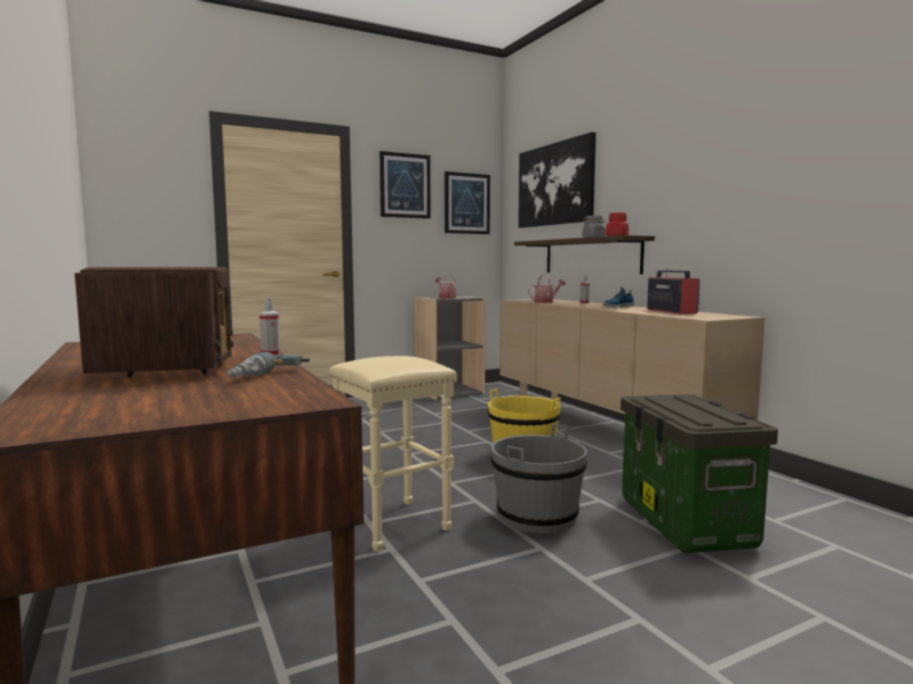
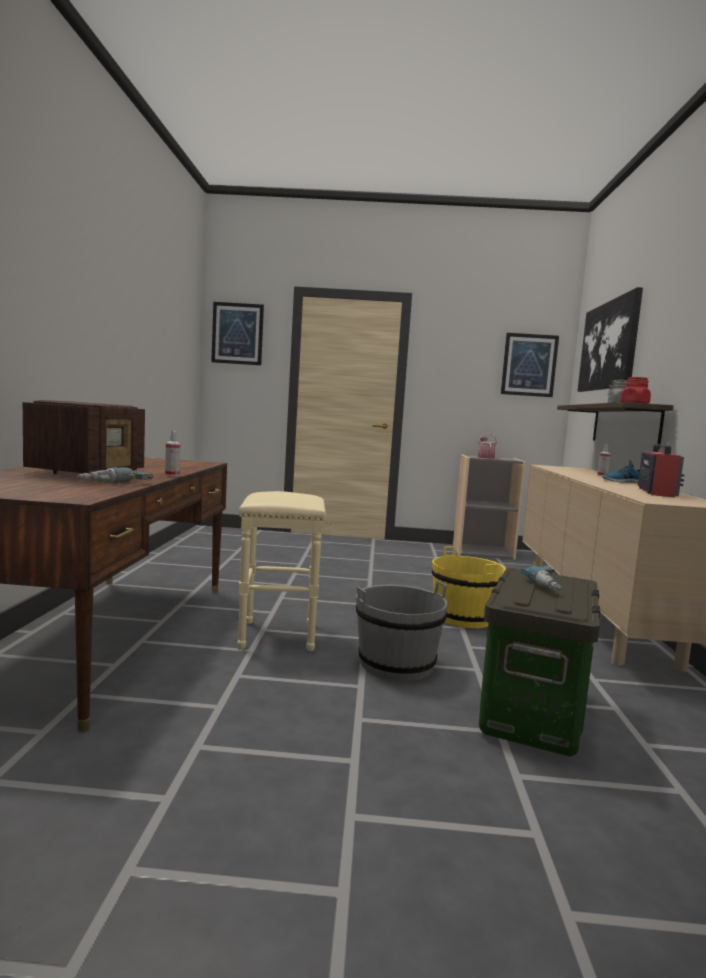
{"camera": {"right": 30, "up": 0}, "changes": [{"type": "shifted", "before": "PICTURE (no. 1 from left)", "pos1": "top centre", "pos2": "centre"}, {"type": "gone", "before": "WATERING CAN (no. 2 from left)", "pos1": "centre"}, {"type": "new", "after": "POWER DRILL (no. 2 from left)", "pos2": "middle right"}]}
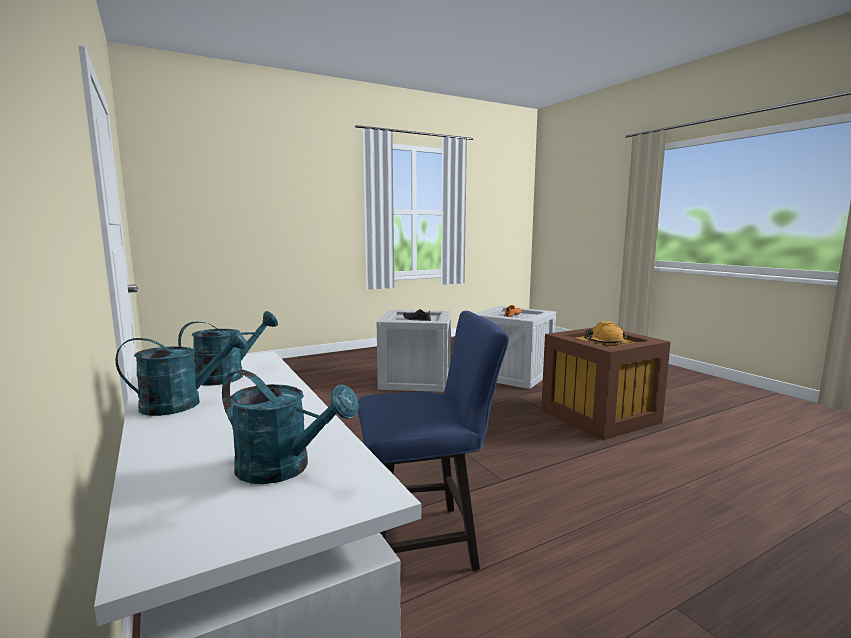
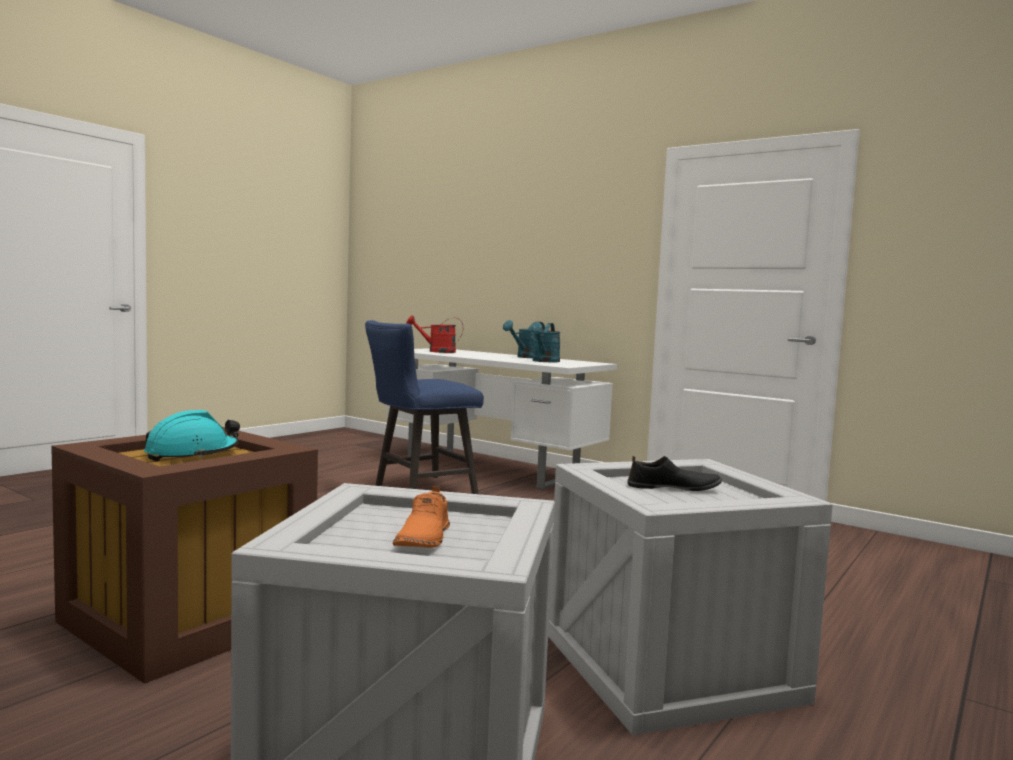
{"camera": {"right": 155, "up": -5}, "changes": [{"type": "repainted", "before": "TURQUOISE WATERING CAN (no. 3 from left)", "after": "RED WATERING CAN", "pos1": "bottom centre", "pos2": "centre"}, {"type": "repainted", "before": "ORANGE HARD HAT", "after": "TURQUOISE HARD HAT", "pos1": "middle right", "pos2": "middle left"}]}
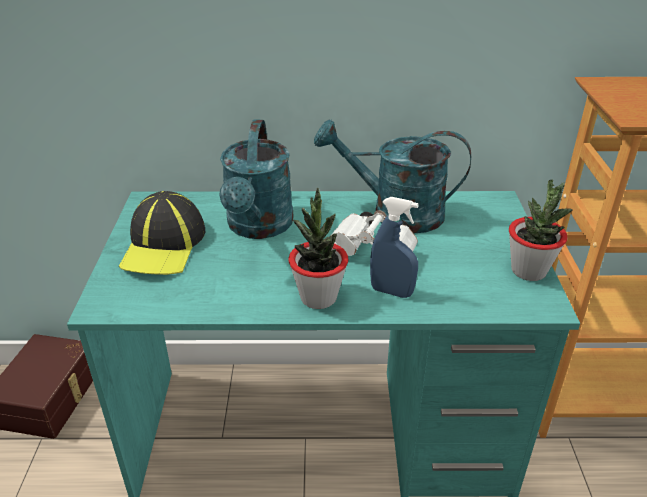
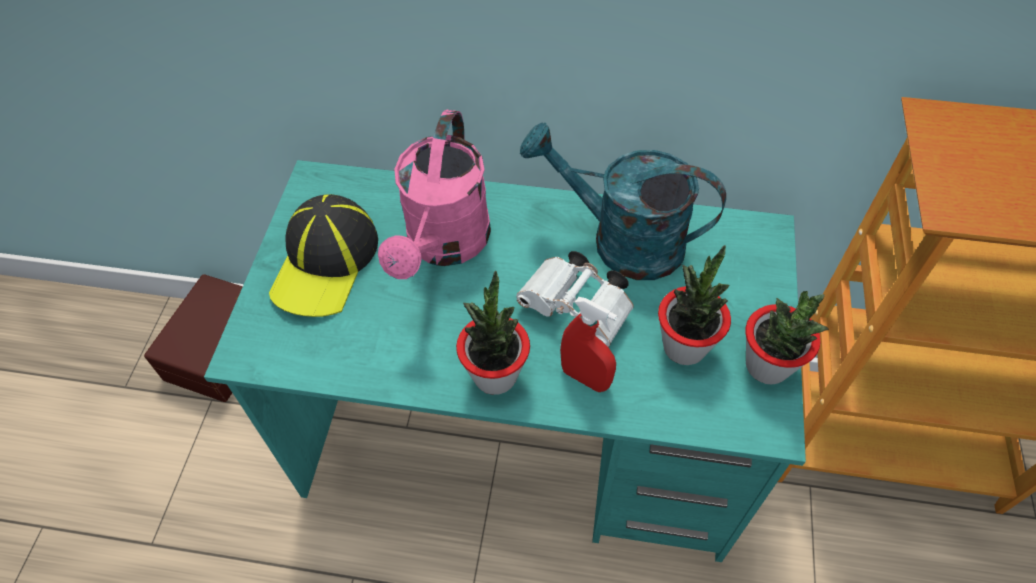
{"camera": {"right": 10, "up": 20}, "changes": [{"type": "repainted", "before": "TURQUOISE WATERING CAN (no. 1 from left)", "after": "PINK WATERING CAN", "pos1": "centre", "pos2": "top centre"}, {"type": "repainted", "before": "BLUE SPRAY BOTTLE", "after": "RED SPRAY BOTTLE", "pos1": "centre", "pos2": "centre"}, {"type": "new", "after": "POTTED PLANT (no. 2 from left)", "pos2": "middle right"}]}
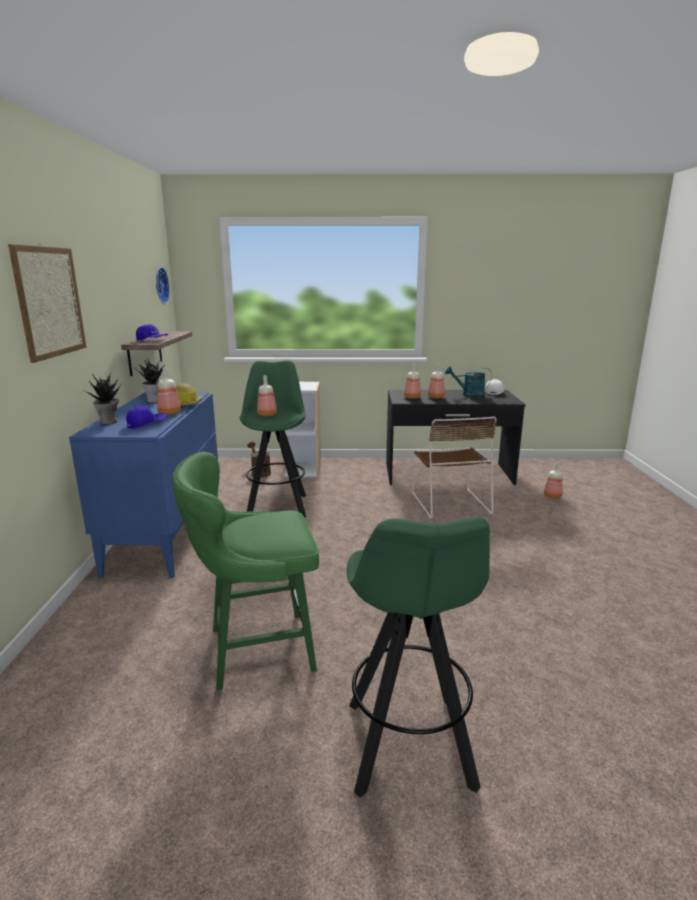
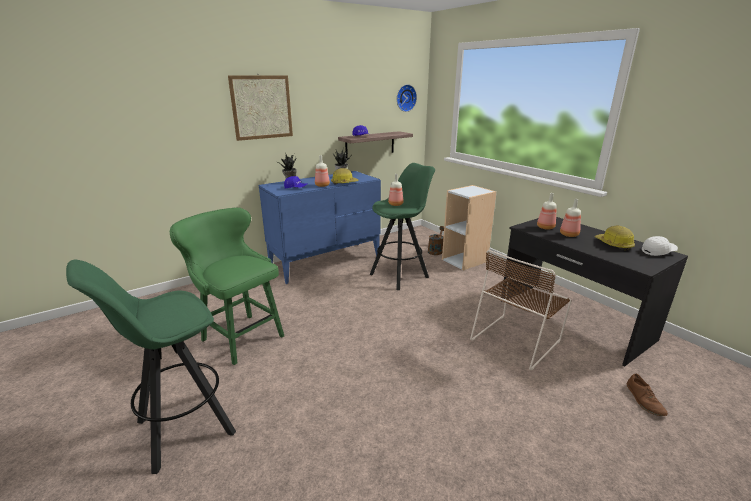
{"camera": {"right": 55, "up": 5}, "changes": [{"type": "swapped", "before": "TURQUOISE WATERING CAN", "after": "HARD HAT (no. 2 from left)", "pos1": "middle right", "pos2": "middle right"}, {"type": "swapped", "before": "BOTTLE (no. 5 from left)", "after": "BROWN SHOE", "pos1": "middle right", "pos2": "bottom right"}]}
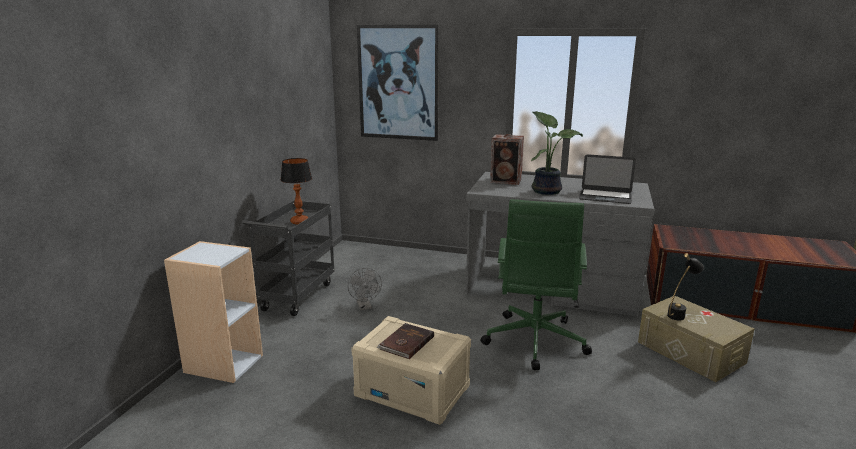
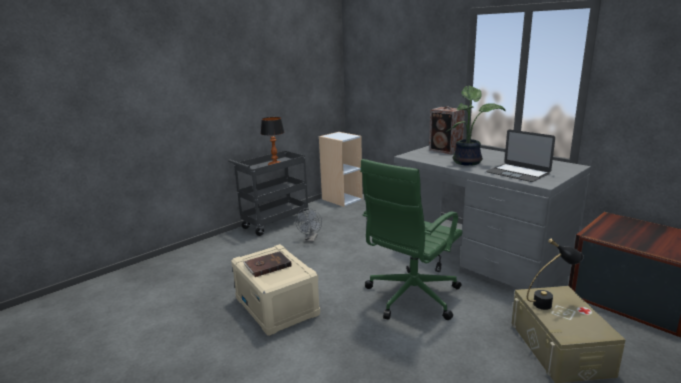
{"camera": {"right": 30, "up": 0}, "changes": [{"type": "shifted", "before": "BOOKCASE", "pos1": "bottom left", "pos2": "centre"}, {"type": "gone", "before": "PICTURE", "pos1": "top centre"}]}
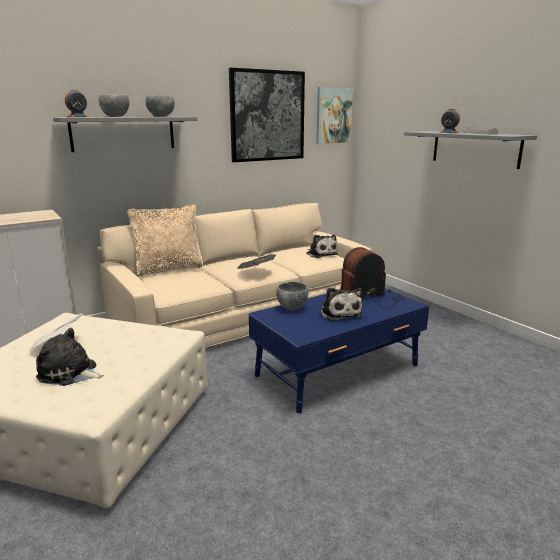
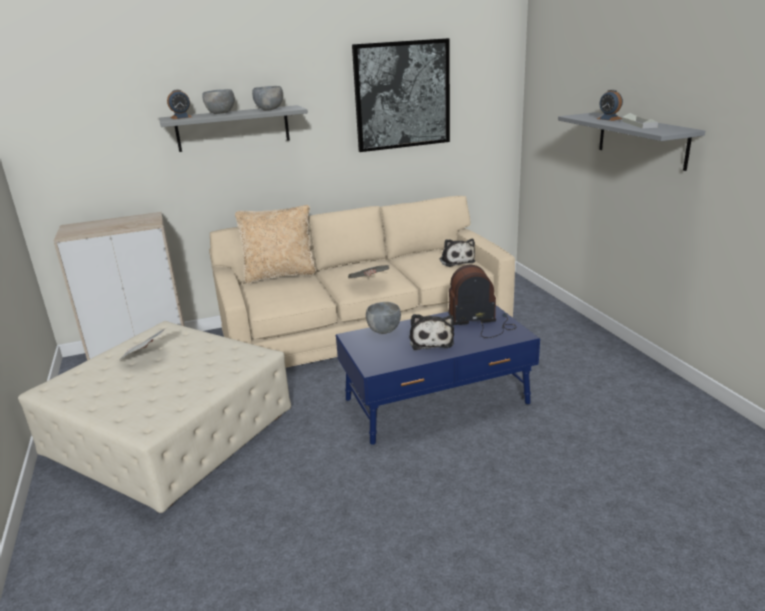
{"camera": {"right": 15, "up": 5}, "changes": [{"type": "gone", "before": "PLUSH TOY (no. 1 from left)", "pos1": "middle left"}, {"type": "gone", "before": "PICTURE (no. 2 from left)", "pos1": "top centre"}]}
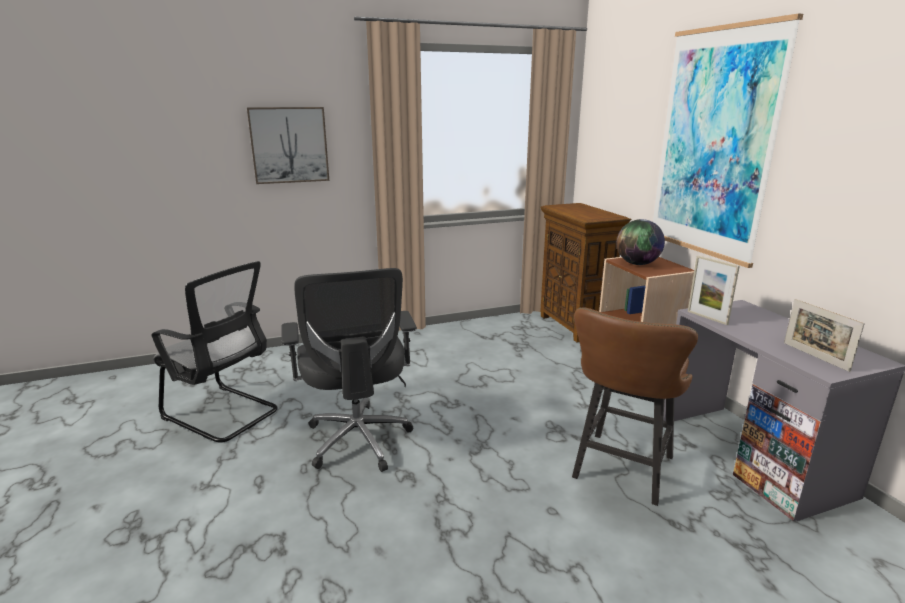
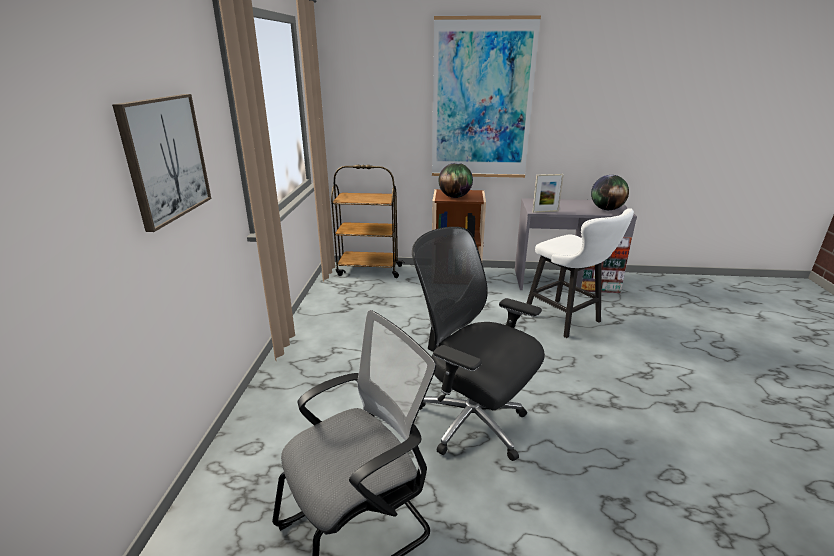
{"camera": {"right": -65, "up": 5}, "changes": [{"type": "rotated", "before": "OFFICE CHAIR", "pos1": "centre", "pos2": "centre", "turn": -150}, {"type": "swapped", "before": "BROWN CABINET", "after": "BROWN CART", "pos1": "centre", "pos2": "centre"}, {"type": "repainted", "before": "BROWN STOOL", "after": "WHITE STOOL", "pos1": "bottom right", "pos2": "middle right"}, {"type": "swapped", "before": "PICTURE FRAME (no. 2 from left)", "after": "GLOBE (no. 2 from left)", "pos1": "middle right", "pos2": "middle right"}]}
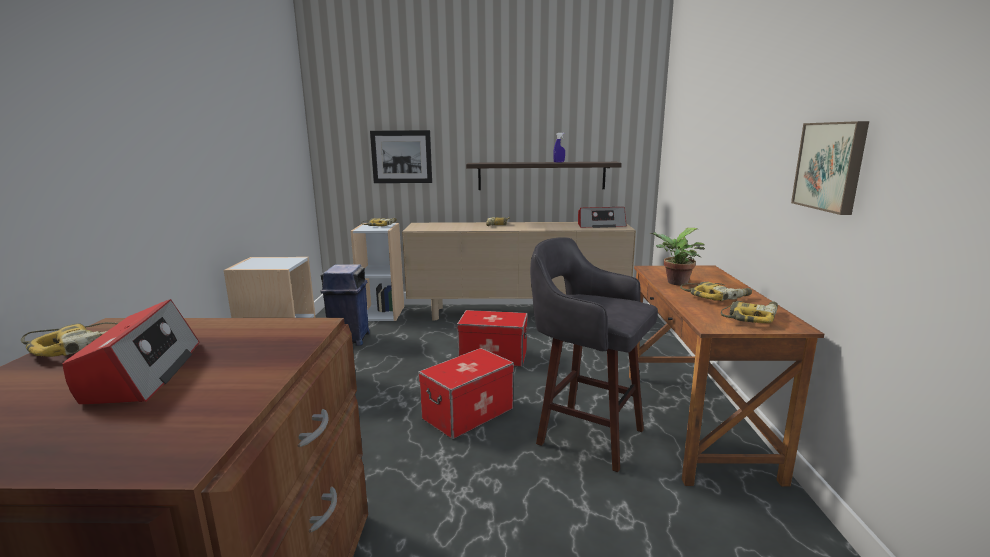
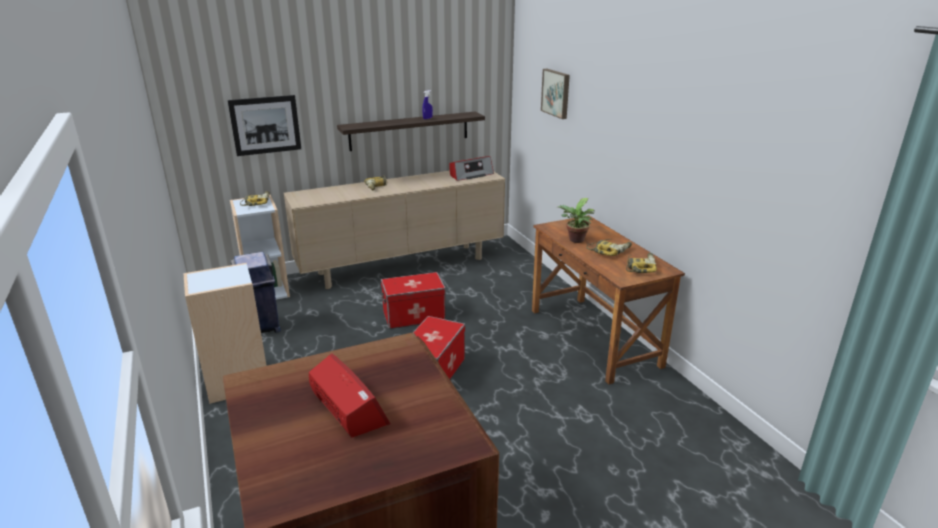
{"camera": {"right": -25, "up": 10}, "changes": [{"type": "gone", "before": "POWER DRILL (no. 1 from left)", "pos1": "middle left"}, {"type": "gone", "before": "GREY STOOL", "pos1": "centre"}, {"type": "shifted", "before": "PICTURE (no. 2 from left)", "pos1": "top right", "pos2": "top centre"}]}
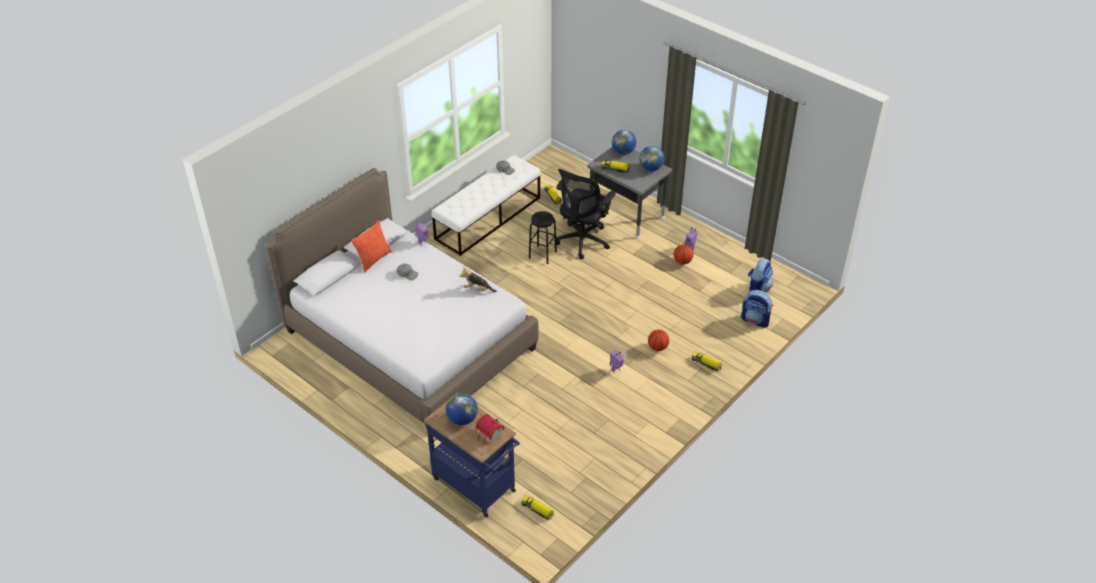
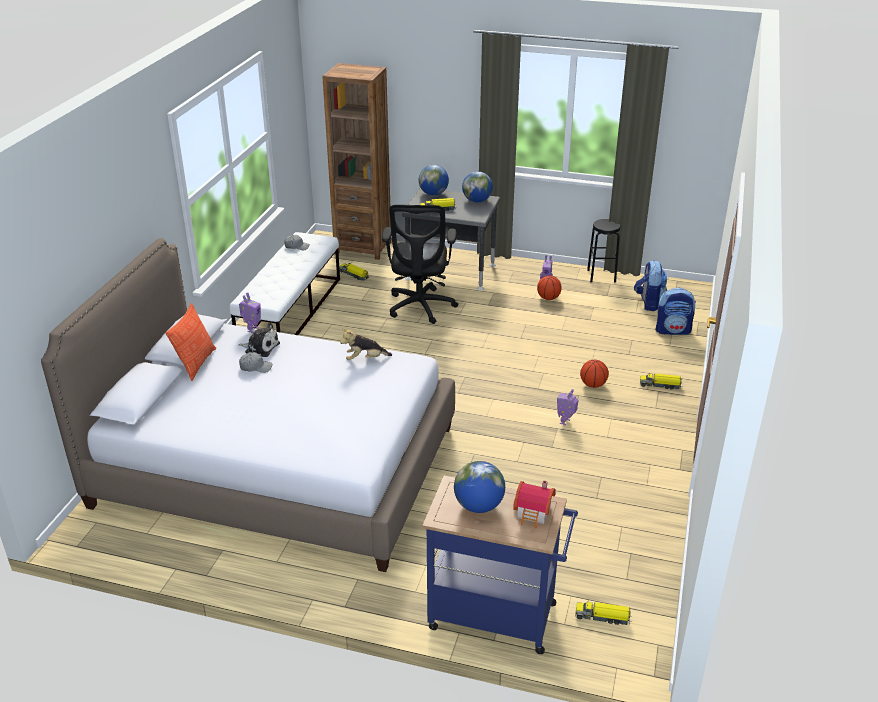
{"camera": {"right": -25, "up": -10}, "changes": [{"type": "shifted", "before": "BLACK STOOL", "pos1": "centre", "pos2": "middle right"}, {"type": "new", "after": "PLUSH TOY (no. 1 from left)", "pos2": "middle left"}, {"type": "new", "after": "BROWN BOOKCASE", "pos2": "top centre"}]}
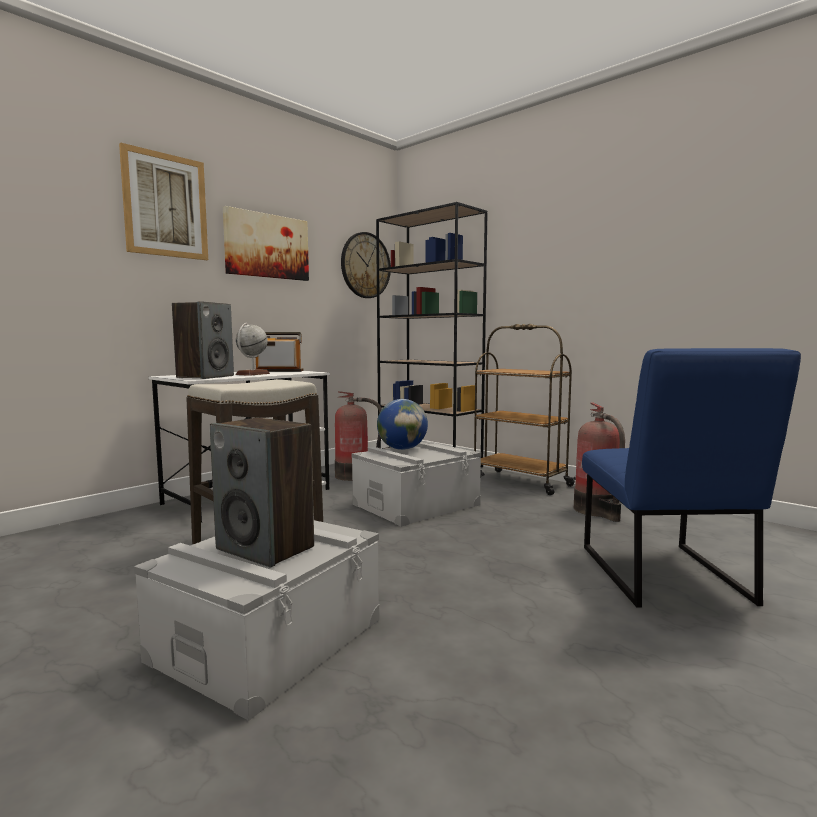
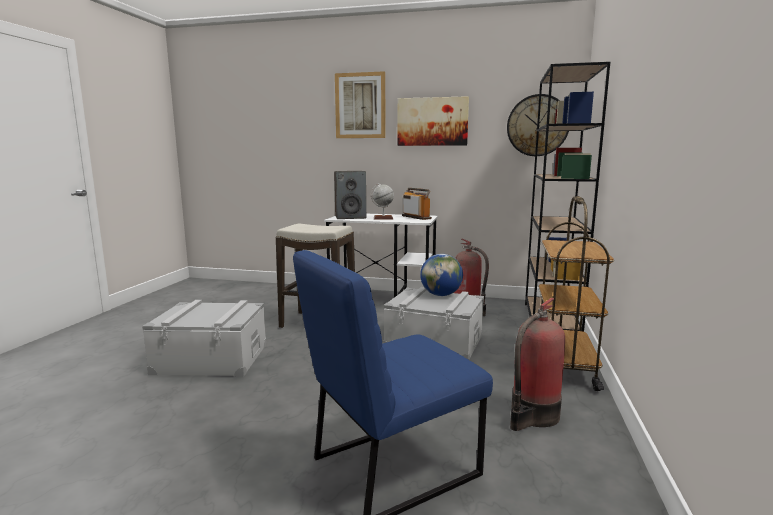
{"camera": {"right": 60, "up": 5}, "changes": [{"type": "gone", "before": "SPEAKER (no. 2 from left)", "pos1": "middle left"}]}
